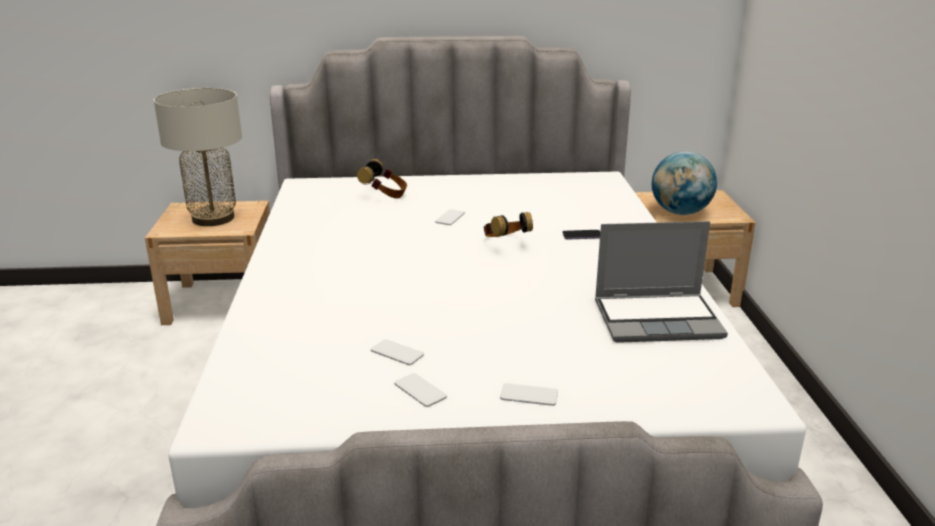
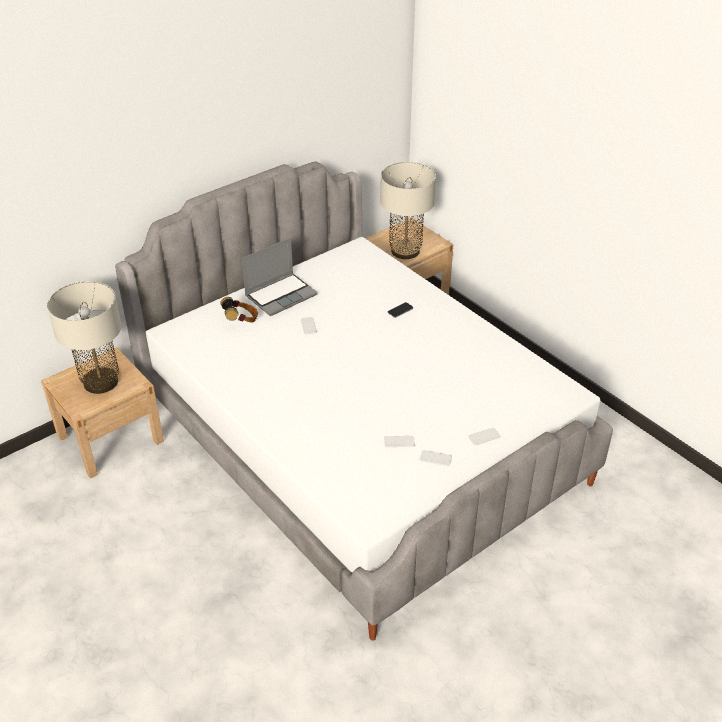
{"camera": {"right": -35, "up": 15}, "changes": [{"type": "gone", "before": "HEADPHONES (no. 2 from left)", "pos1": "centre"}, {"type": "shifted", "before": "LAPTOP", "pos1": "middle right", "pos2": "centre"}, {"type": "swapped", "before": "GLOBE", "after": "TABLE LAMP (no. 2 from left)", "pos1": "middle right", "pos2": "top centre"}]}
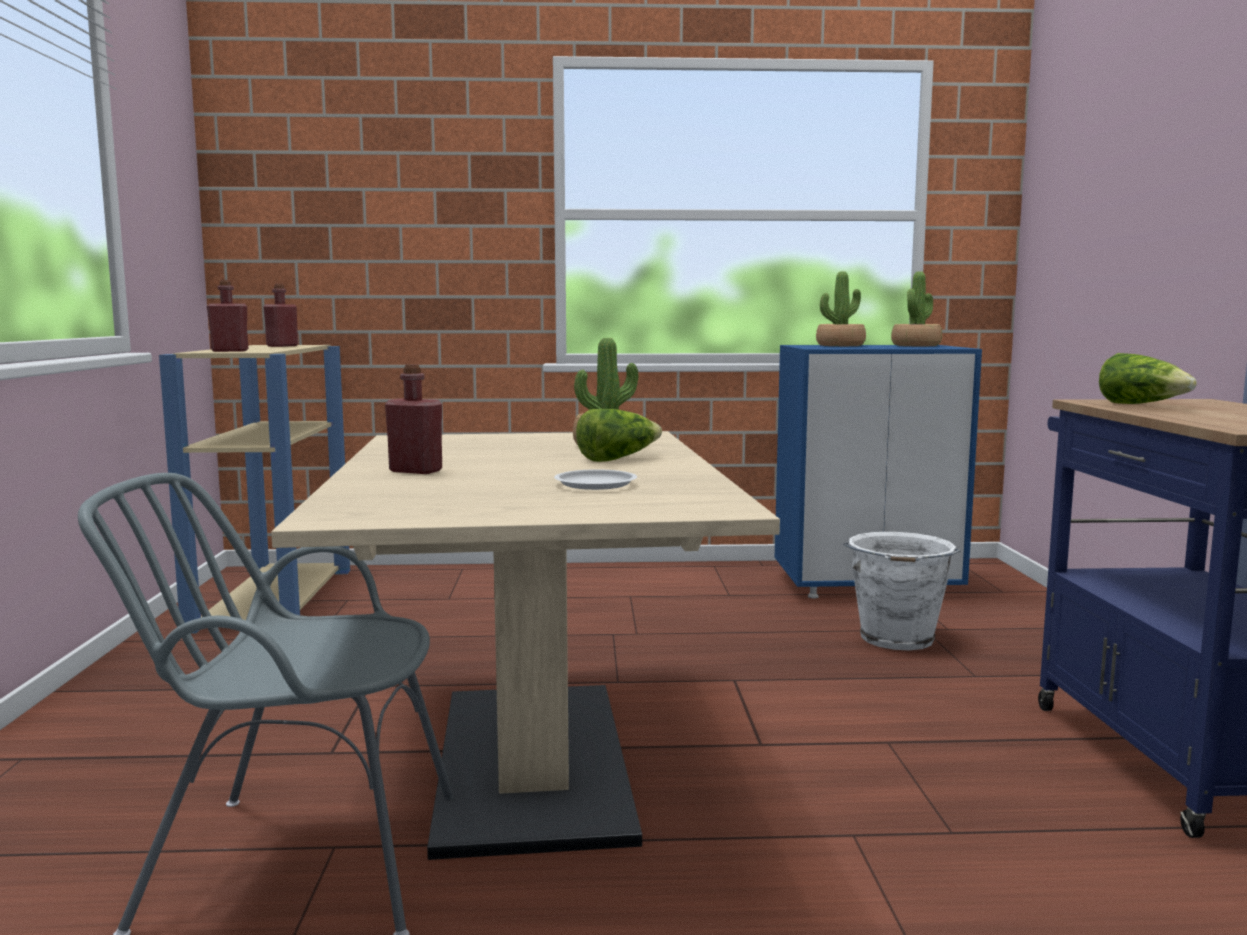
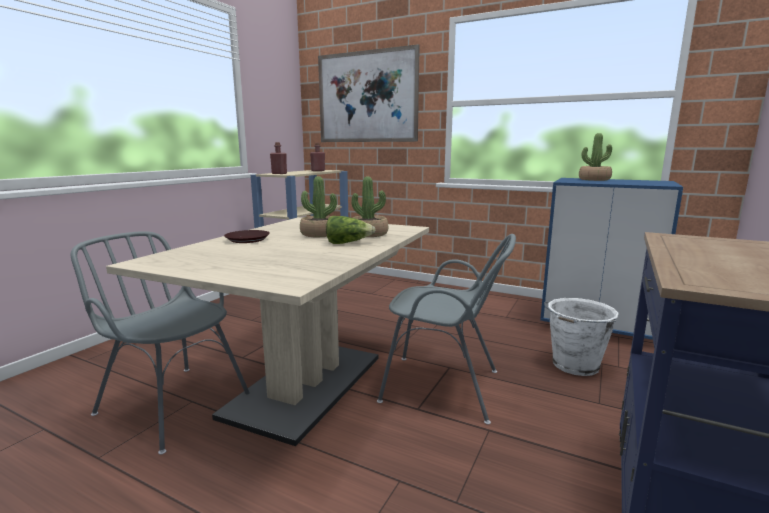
{"camera": {"right": 30, "up": 5}, "changes": [{"type": "swapped", "before": "RED BOTTLE (no. 3 from left)", "after": "BROWN PLATE", "pos1": "middle left", "pos2": "middle left"}, {"type": "gone", "before": "WHITE PLATE", "pos1": "centre"}, {"type": "shifted", "before": "POTTED PLANT (no. 3 from left in the first image)", "after": "POTTED PLANT (no. 1 from left)", "pos1": "top right", "pos2": "centre"}, {"type": "gone", "before": "LETTUCE (no. 2 from left)", "pos1": "middle right"}, {"type": "new", "after": "PICTURE", "pos2": "top centre"}, {"type": "new", "after": "GREY CHAIR (no. 2 from left)", "pos2": "centre"}]}
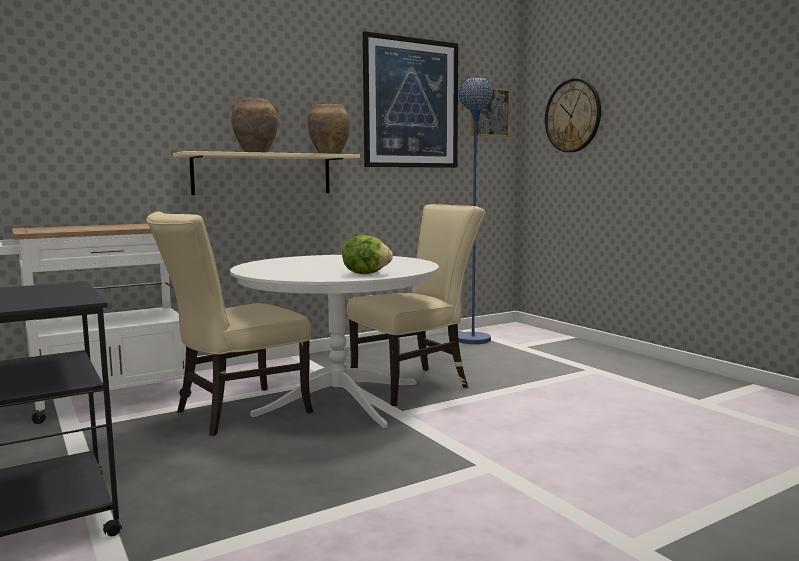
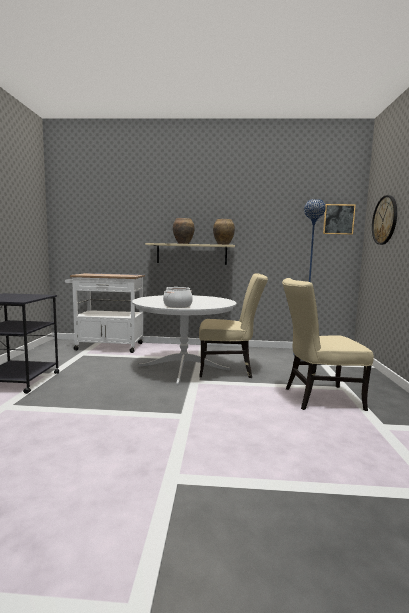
{"camera": {"right": 35, "up": 0}, "changes": [{"type": "shifted", "before": "BEIGE CHAIR (no. 1 from left in the first image)", "after": "BEIGE CHAIR (no. 2 from left)", "pos1": "middle left", "pos2": "middle right"}, {"type": "swapped", "before": "LETTUCE", "after": "COOKING POT", "pos1": "centre", "pos2": "centre"}, {"type": "gone", "before": "PICTURE (no. 1 from left)", "pos1": "top centre"}]}
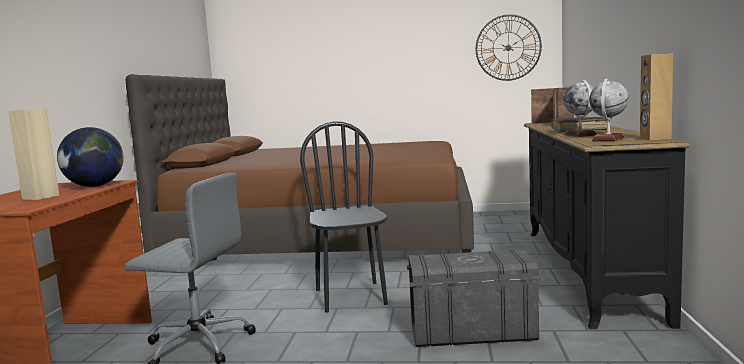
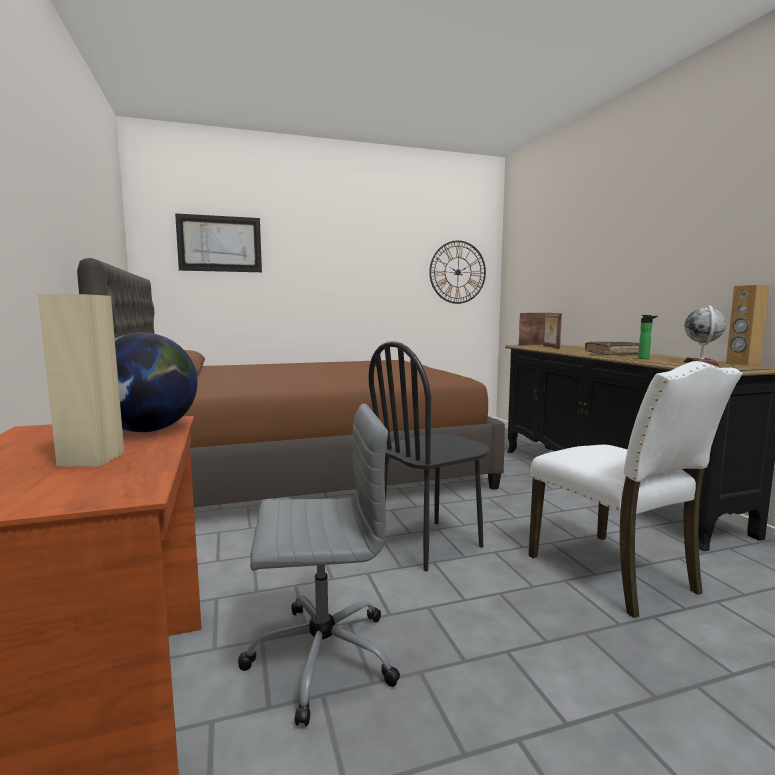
{"camera": {"right": -25, "up": 0}, "changes": [{"type": "rotated", "before": "BLACK CHAIR", "pos1": "centre", "pos2": "centre", "turn": -90}, {"type": "swapped", "before": "GREY STORAGE BOX", "after": "WHITE CHAIR", "pos1": "bottom centre", "pos2": "middle right"}, {"type": "swapped", "before": "GLOBE (no. 2 from left)", "after": "BOTTLE", "pos1": "top right", "pos2": "middle right"}, {"type": "new", "after": "PICTURE", "pos2": "top left"}]}
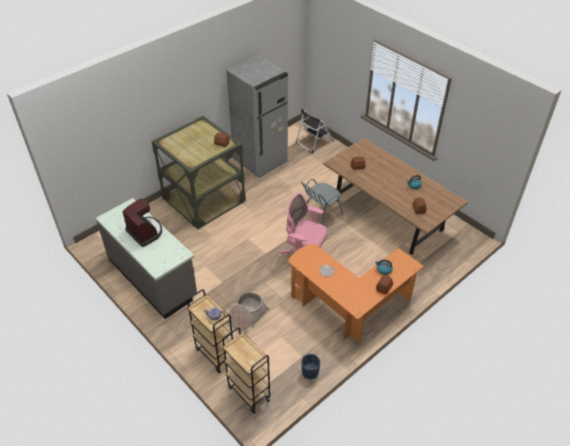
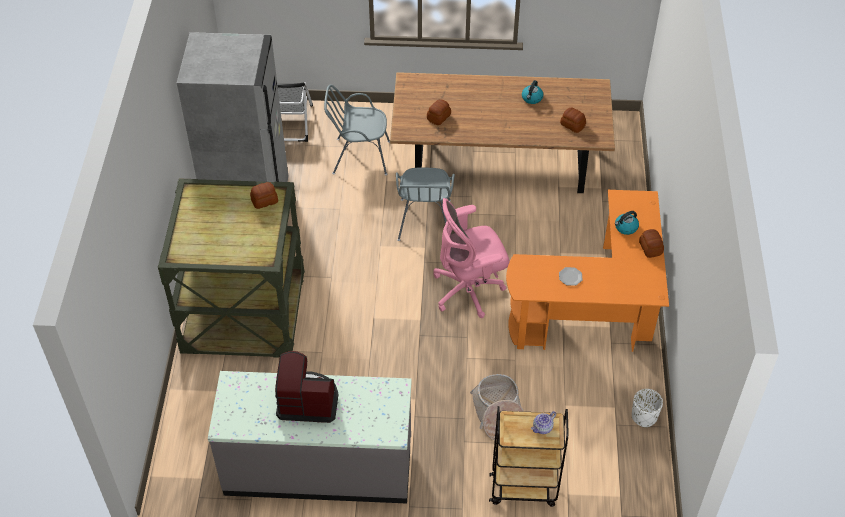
{"camera": {"right": -45, "up": 5}, "changes": [{"type": "gone", "before": "BROWN CART (no. 2 from left)", "pos1": "bottom centre"}, {"type": "repainted", "before": "BLUE PLANTER", "after": "WHITE PLANTER", "pos1": "bottom centre", "pos2": "bottom right"}, {"type": "new", "after": "GREY CHAIR (no. 1 from left)", "pos2": "top centre"}]}
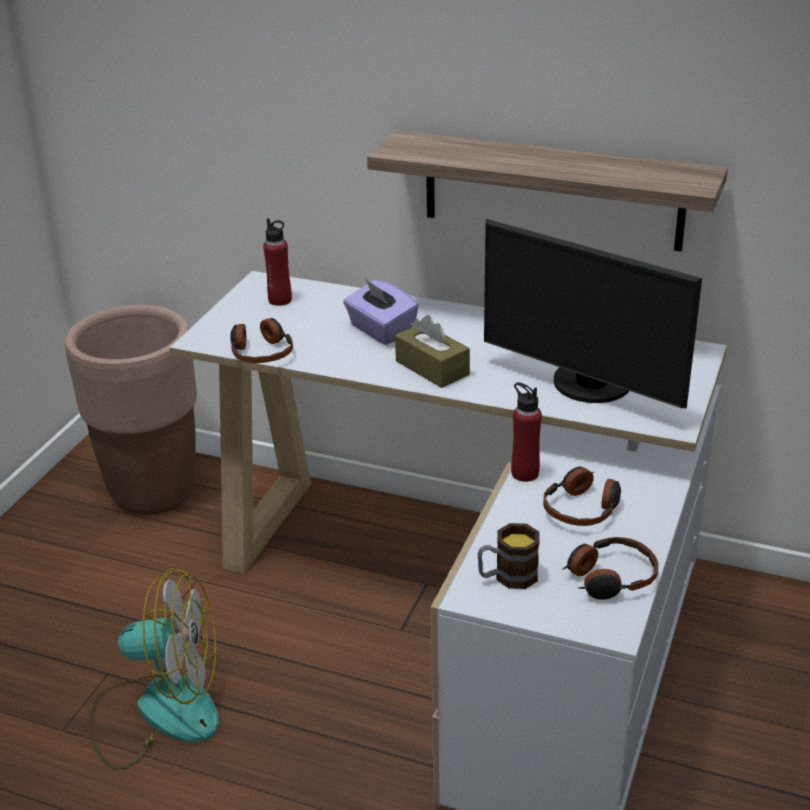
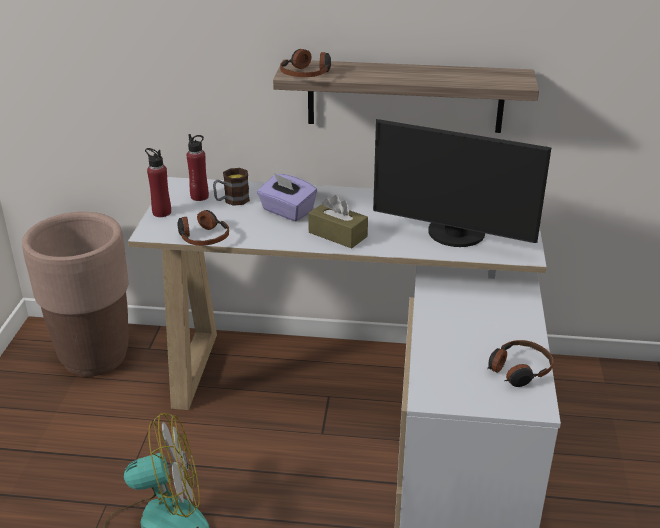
{"camera": {"right": -15, "up": 0}, "changes": [{"type": "shifted", "before": "MUG", "pos1": "bottom centre", "pos2": "centre"}, {"type": "shifted", "before": "RED BOTTLE (no. 2 from left in the first image)", "after": "RED BOTTLE (no. 1 from left)", "pos1": "centre", "pos2": "middle left"}, {"type": "shifted", "before": "HEADPHONES (no. 2 from left)", "pos1": "middle right", "pos2": "top centre"}]}
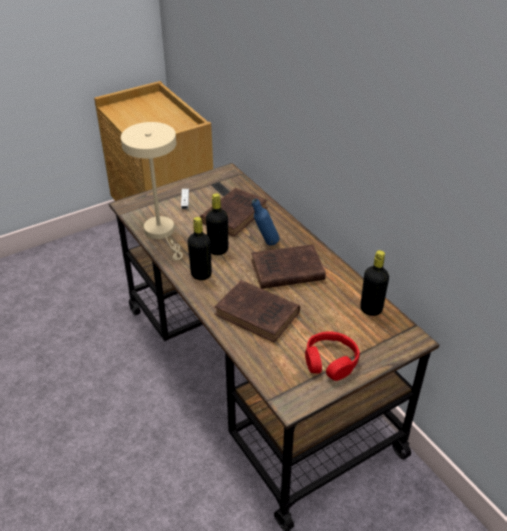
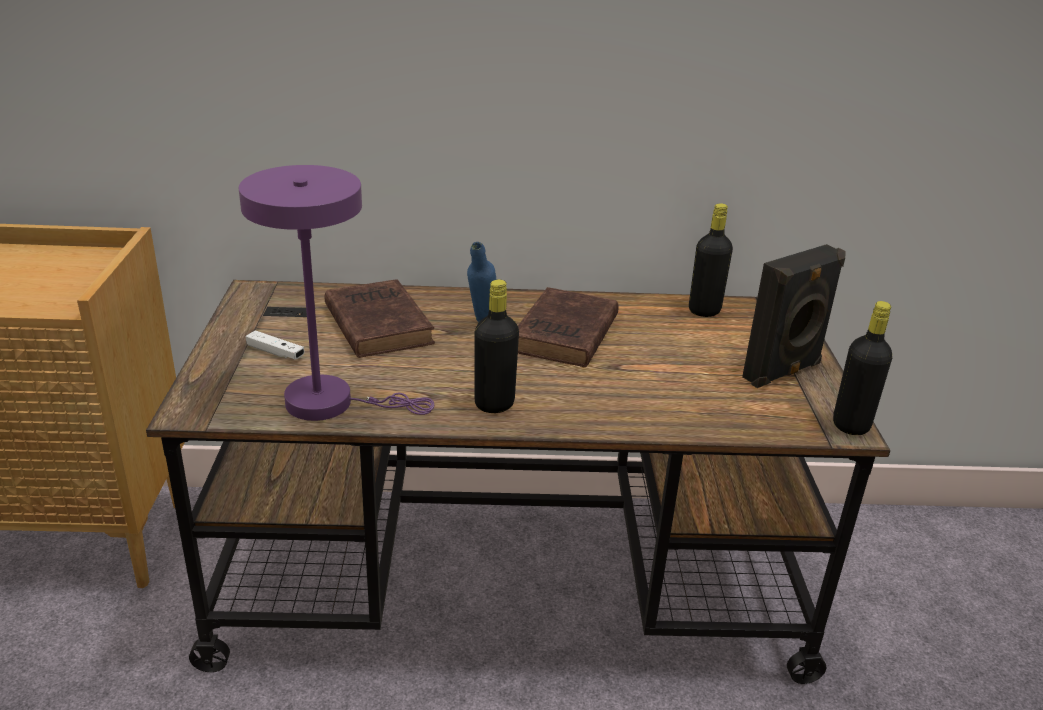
{"camera": {"right": -60, "up": -10}, "changes": [{"type": "repainted", "before": "BEIGE TABLE LAMP", "after": "PURPLE TABLE LAMP", "pos1": "middle left", "pos2": "middle left"}, {"type": "shifted", "before": "BLACK BOTTLE (no. 2 from left in the first image)", "after": "BLACK BOTTLE (no. 3 from left)", "pos1": "centre", "pos2": "middle right"}, {"type": "gone", "before": "BROWN BOOK (no. 2 from left)", "pos1": "centre"}, {"type": "swapped", "before": "RED HEADPHONES", "after": "BLACK SPEAKER", "pos1": "bottom centre", "pos2": "middle right"}]}
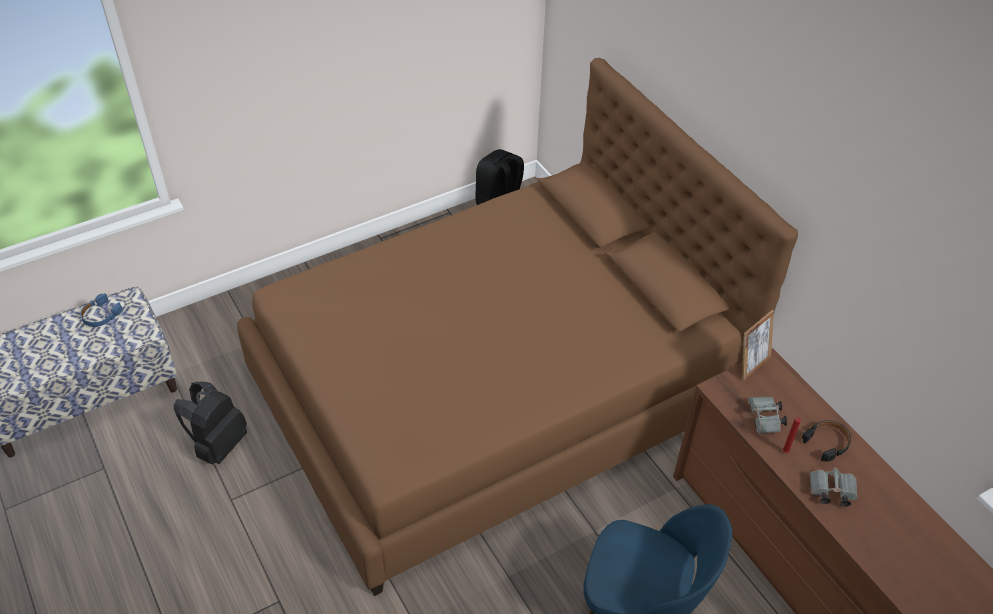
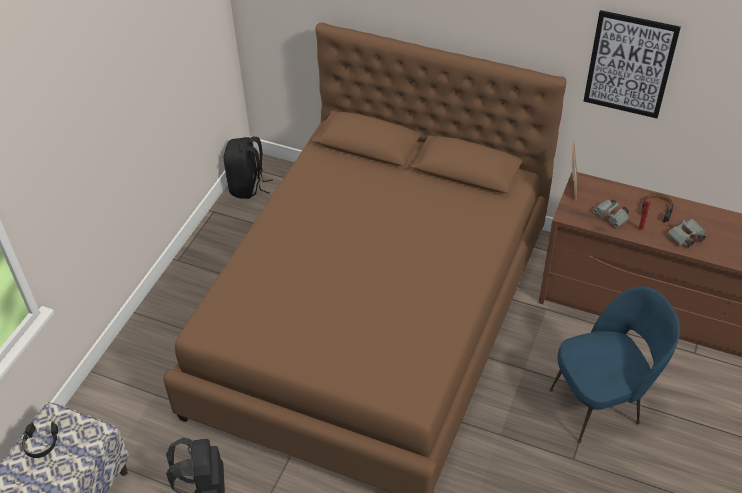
{"camera": {"right": -35, "up": 0}, "changes": [{"type": "repainted", "before": "BLUE HEADPHONES", "after": "BLACK HEADPHONES (no. 1 from left)", "pos1": "middle left", "pos2": "bottom left"}, {"type": "new", "after": "PICTURE", "pos2": "top right"}]}
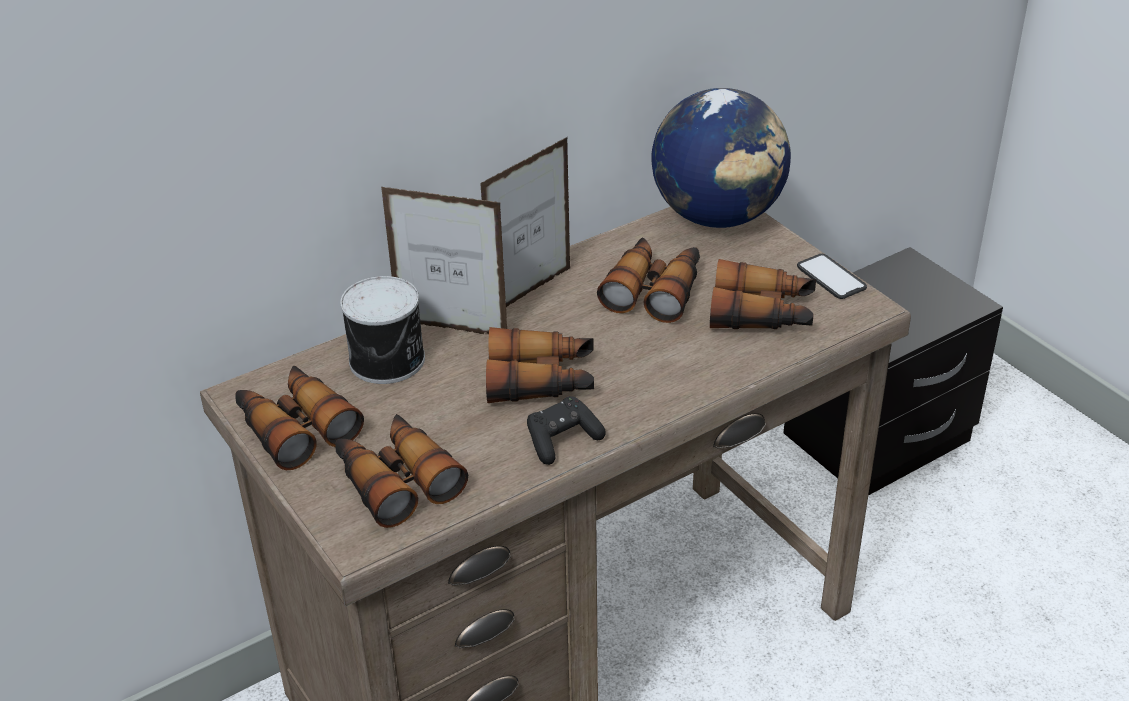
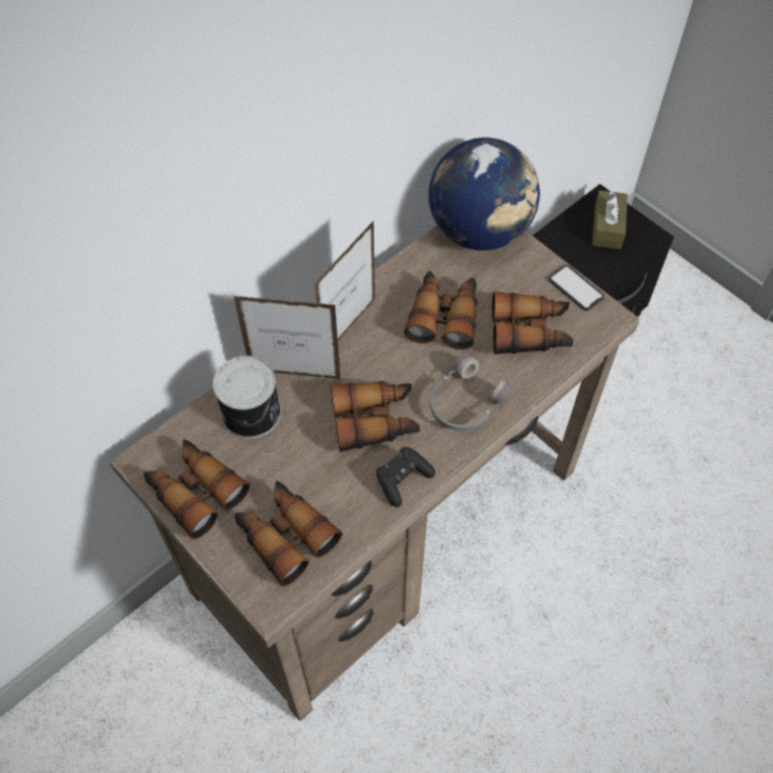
{"camera": {"right": -10, "up": 20}, "changes": [{"type": "new", "after": "GREY HEADPHONES", "pos2": "centre"}, {"type": "new", "after": "BROWN TISSUE BOX", "pos2": "top right"}]}
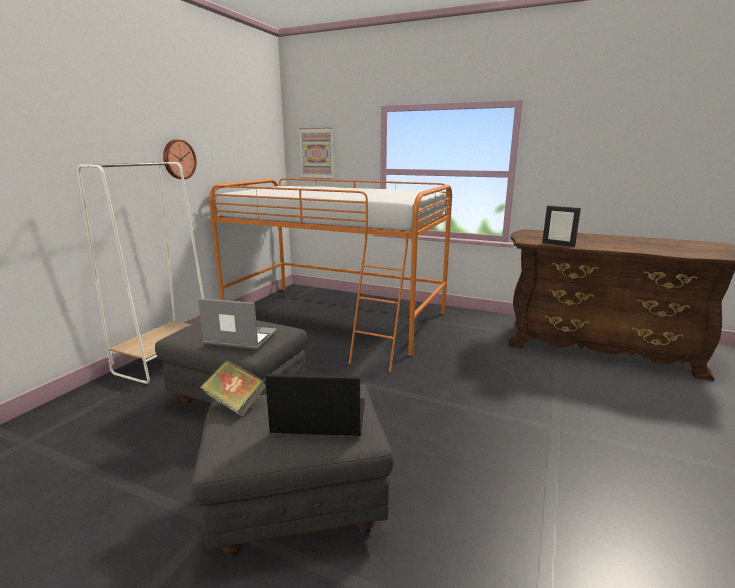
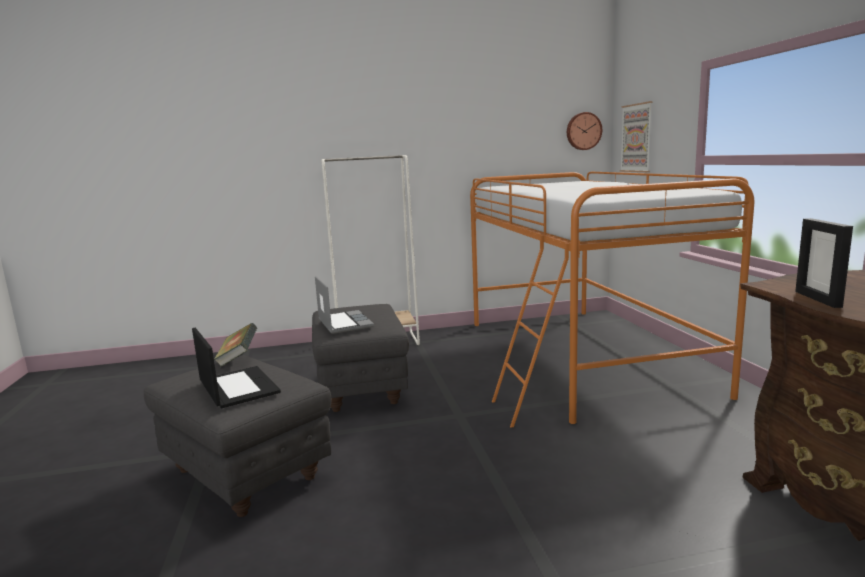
{"camera": {"right": 55, "up": -5}, "changes": [{"type": "shifted", "before": "WALL CLOCK", "pos1": "top left", "pos2": "top right"}]}
